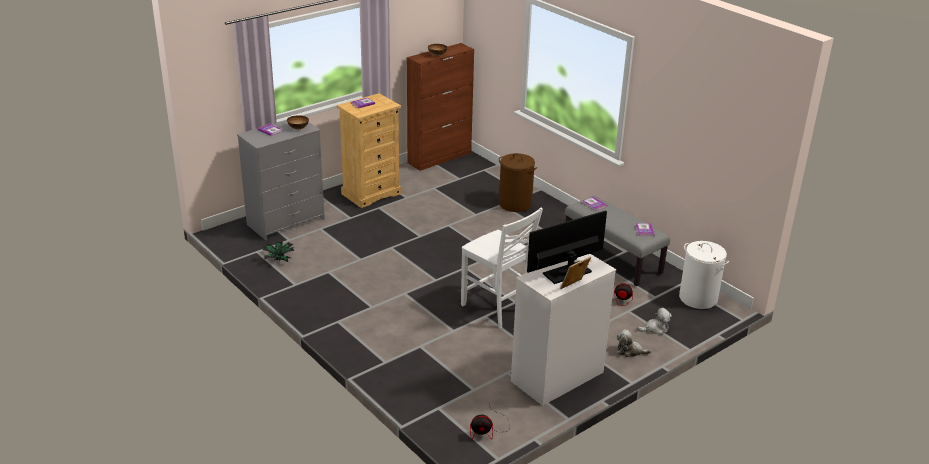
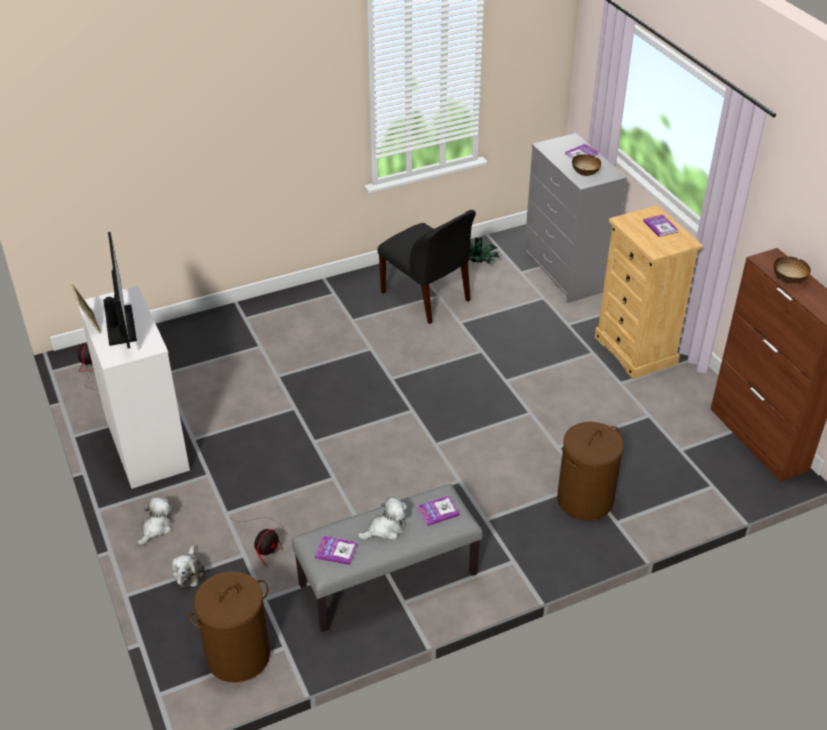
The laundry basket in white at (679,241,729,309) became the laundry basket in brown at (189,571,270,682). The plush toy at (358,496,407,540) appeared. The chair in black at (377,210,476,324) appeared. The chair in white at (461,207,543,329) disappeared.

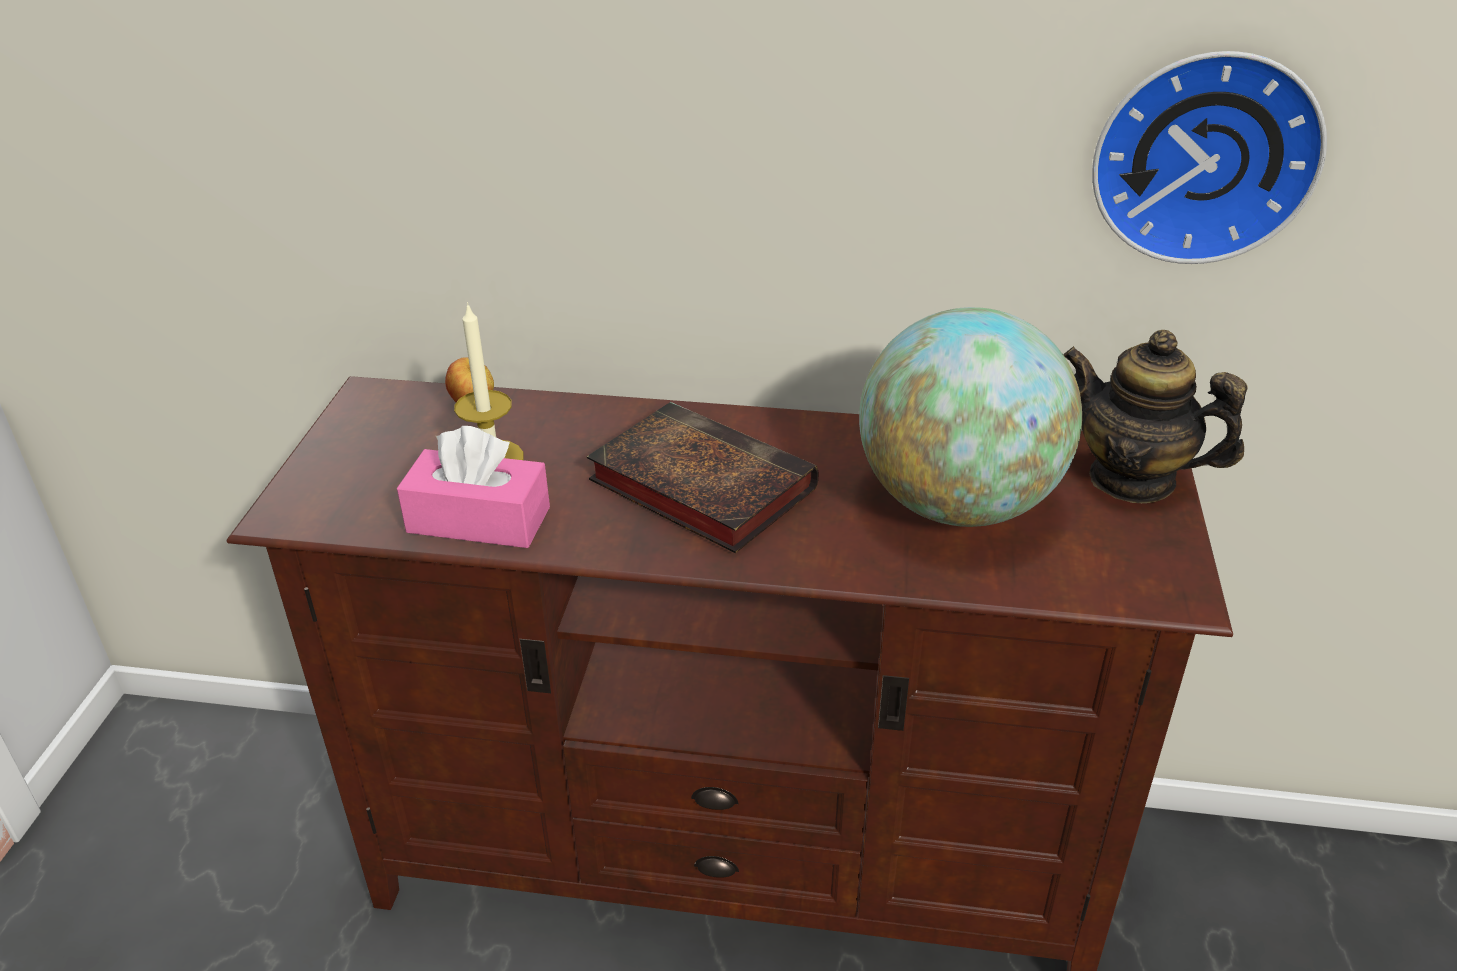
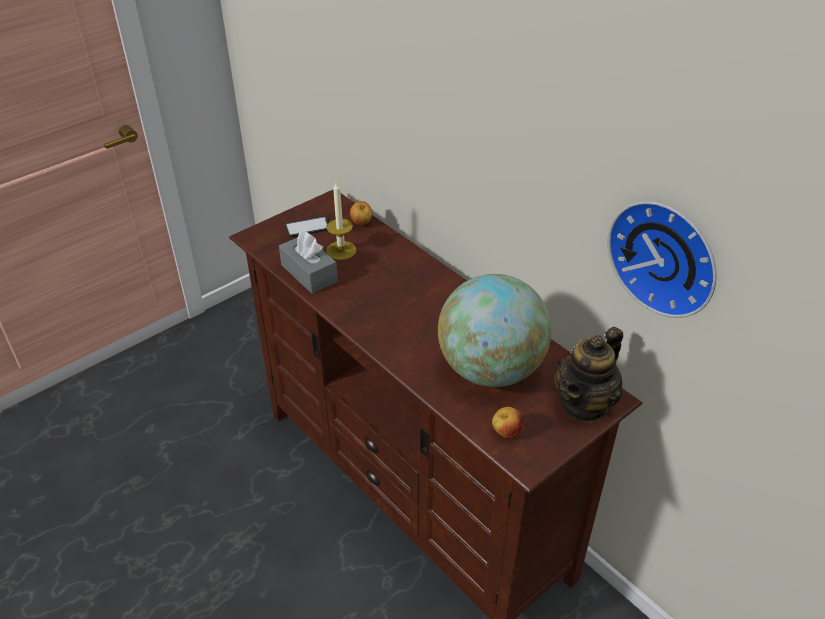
The tissue box in pink at (397,426,550,548) became the tissue box in grey at (279,231,338,294). The phone at (284,216,329,237) appeared. The apple at (492,407,523,438) appeared. The teapot at (1063,330,1248,503) turned 120 degrees counterclockwise. The book at (586,402,818,554) disappeared.

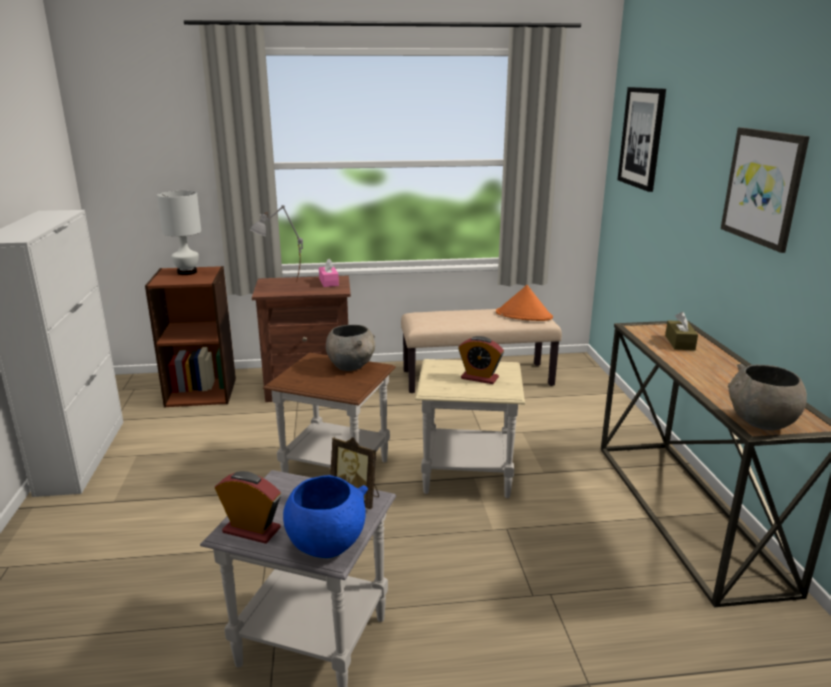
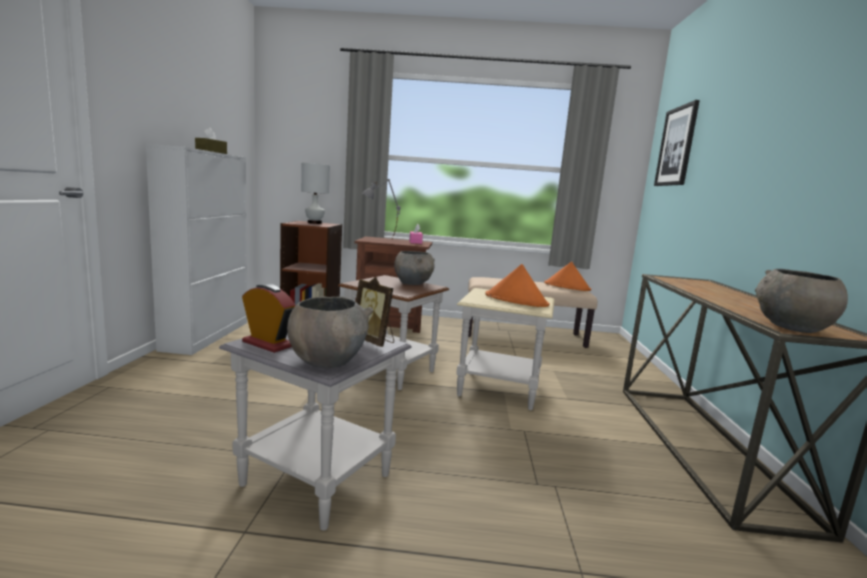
The tissue box in brown moved from (665,312,698,350) to (195,128,227,154). The bowl in blue at (283,475,368,558) became the bowl in grey at (287,297,373,368). The alarm clock at (458,336,504,384) was replaced by the hat in orange at (485,264,550,307). The picture at (721,127,810,253) disappeared.

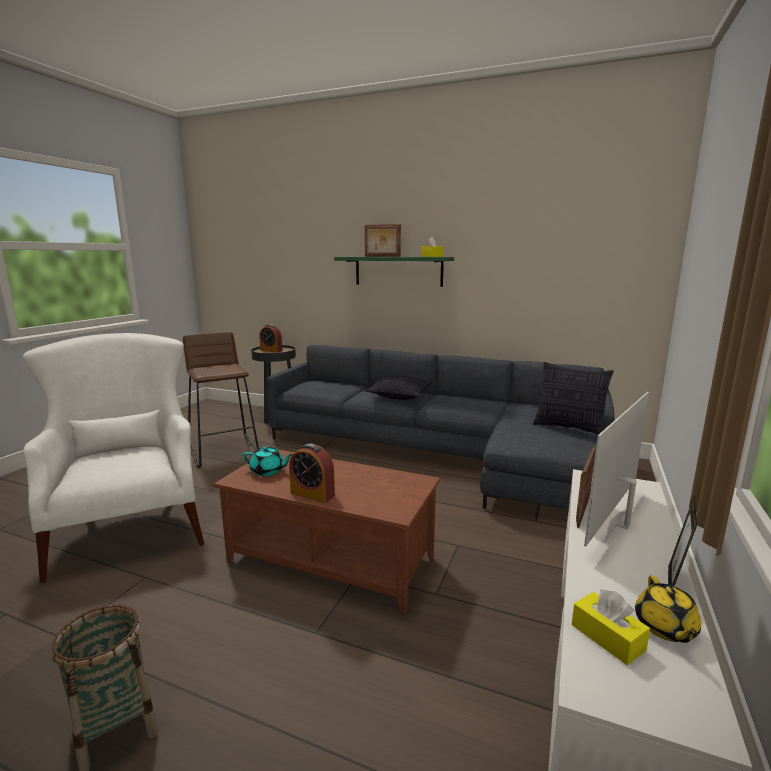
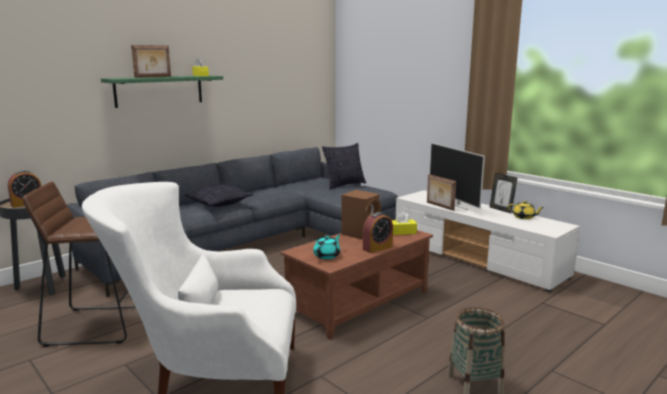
The speaker in brown at (341,190,381,240) appeared. The tissue box in yellow moved from (572,589,650,665) to (392,211,417,235).

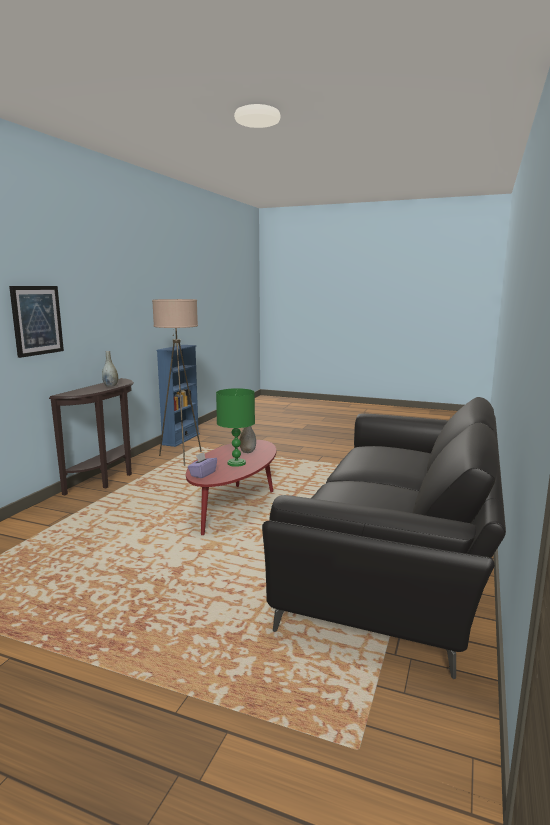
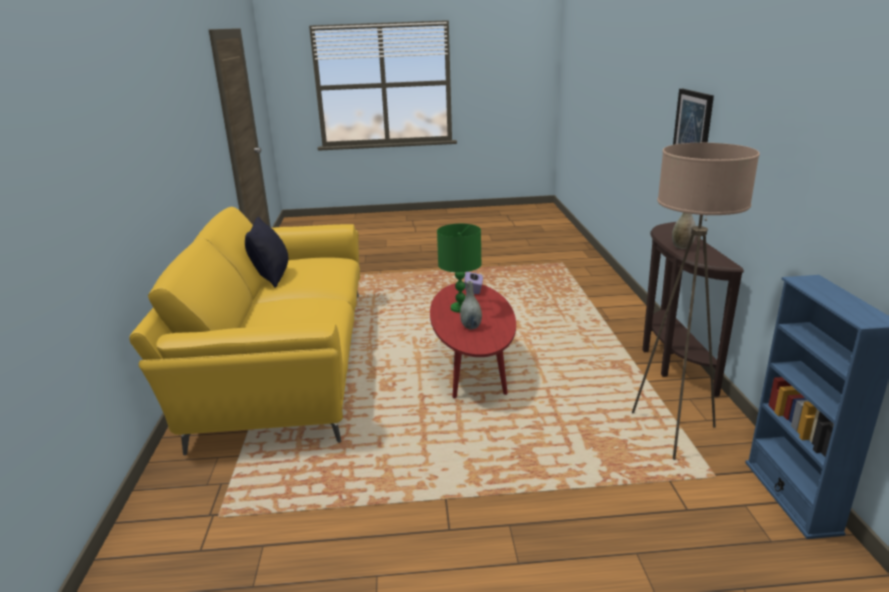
The sofa in black at (262,397,506,679) became the sofa in yellow at (129,207,360,456). The pillow in black at (245,217,288,288) appeared.

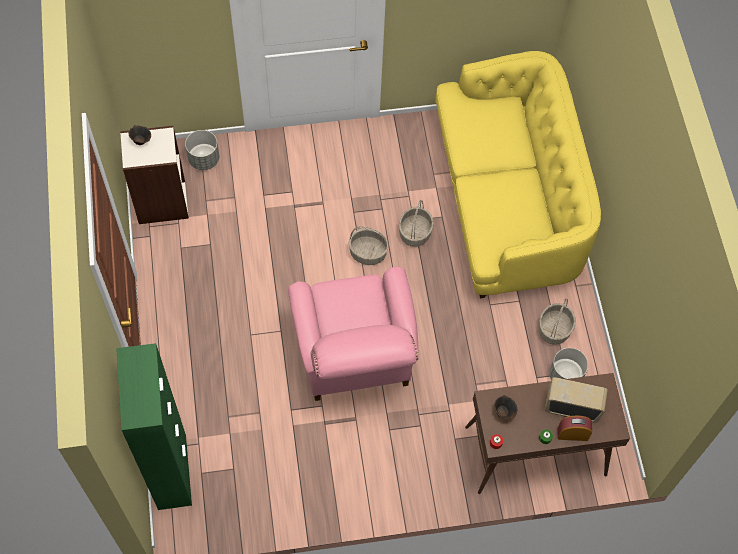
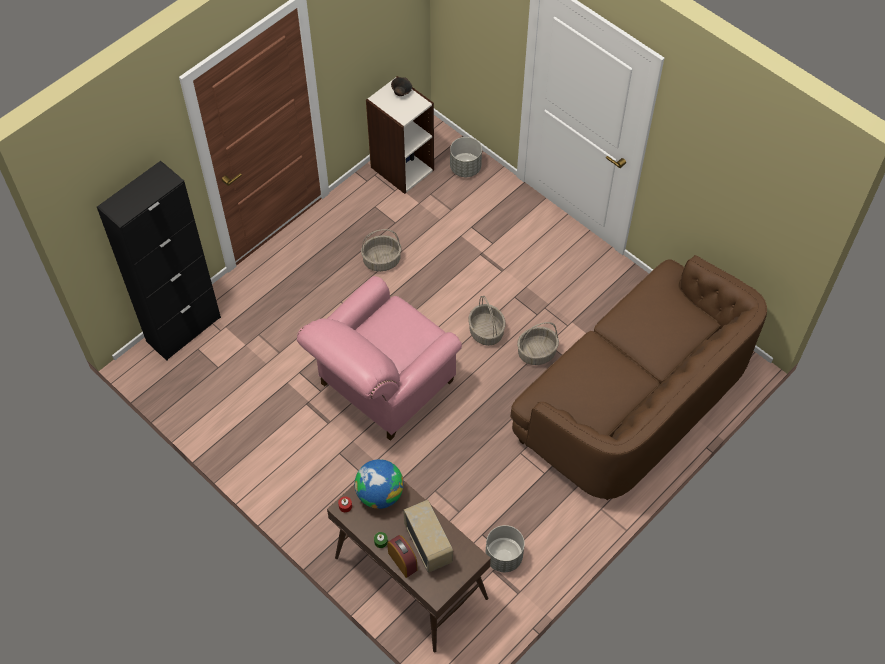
The cabinet in green at (116,343,192,510) became the cabinet in black at (97,161,221,361). The bowl in brown at (494,395,517,420) was replaced by the globe at (355,459,404,509). The basket moved from (539,298,576,345) to (361,229,401,272). The sofa in yellow at (435,51,601,298) became the sofa in brown at (510,255,767,501).

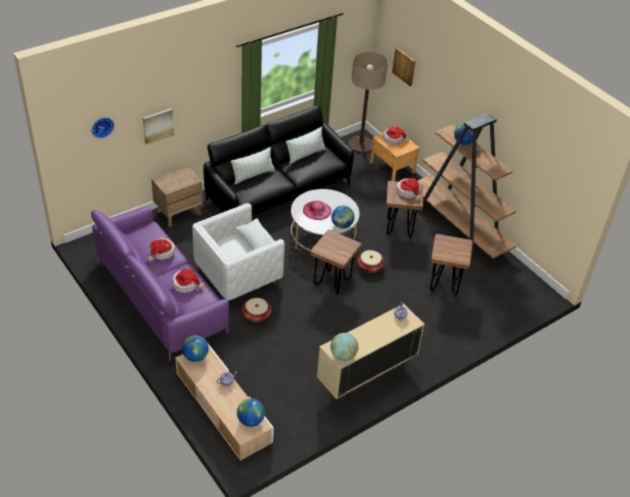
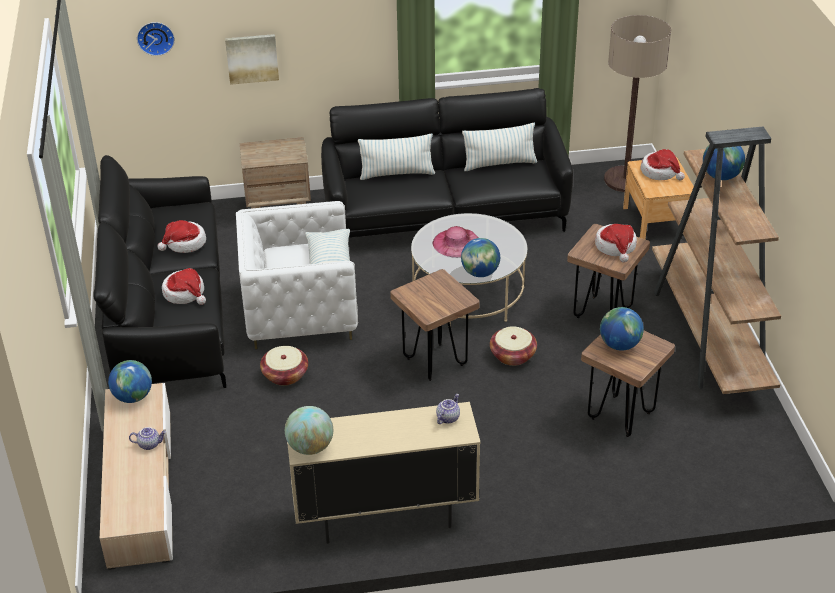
The sofa in purple at (91,207,229,361) became the sofa in black at (93,155,226,388). The globe moved from (237,398,265,427) to (600,307,644,351). The picture at (392,48,415,86) disappeared.

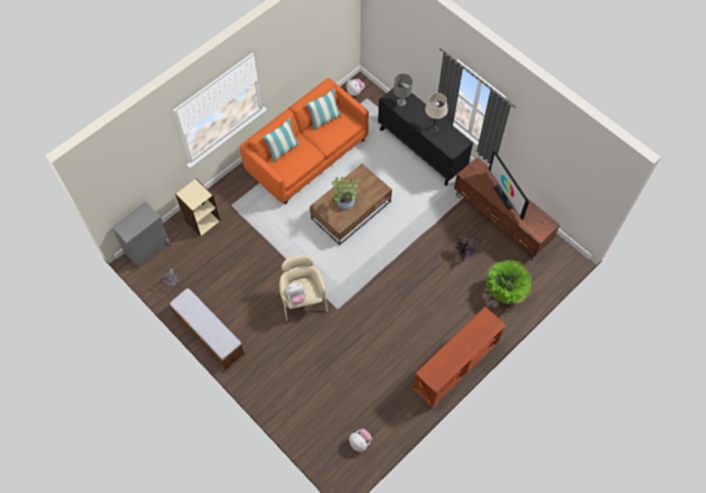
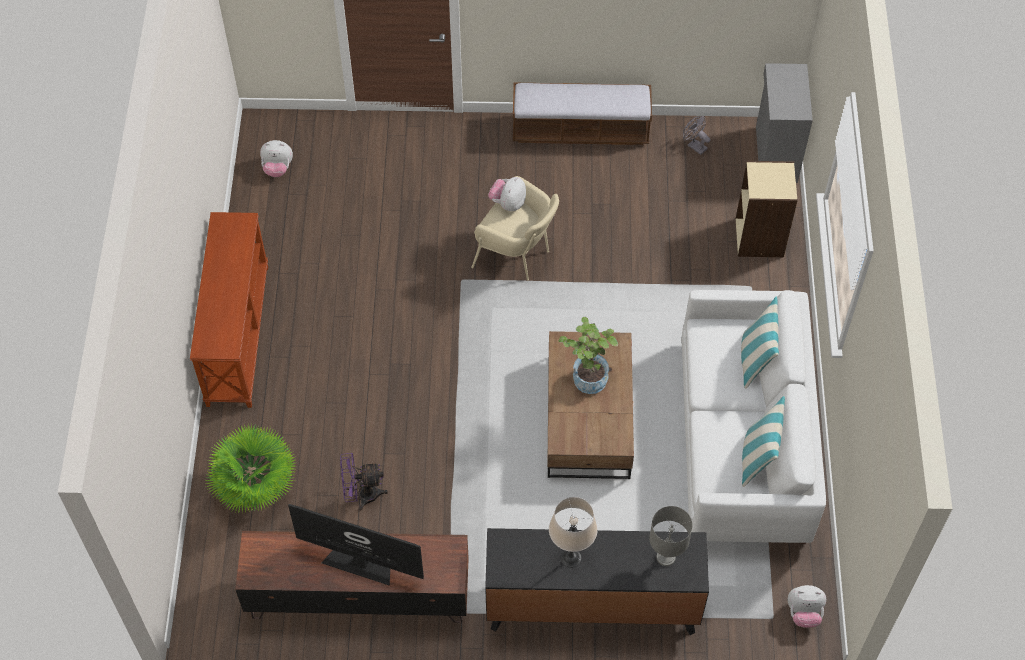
The sofa in orange at (240,78,369,204) became the sofa in white at (681,290,826,544).

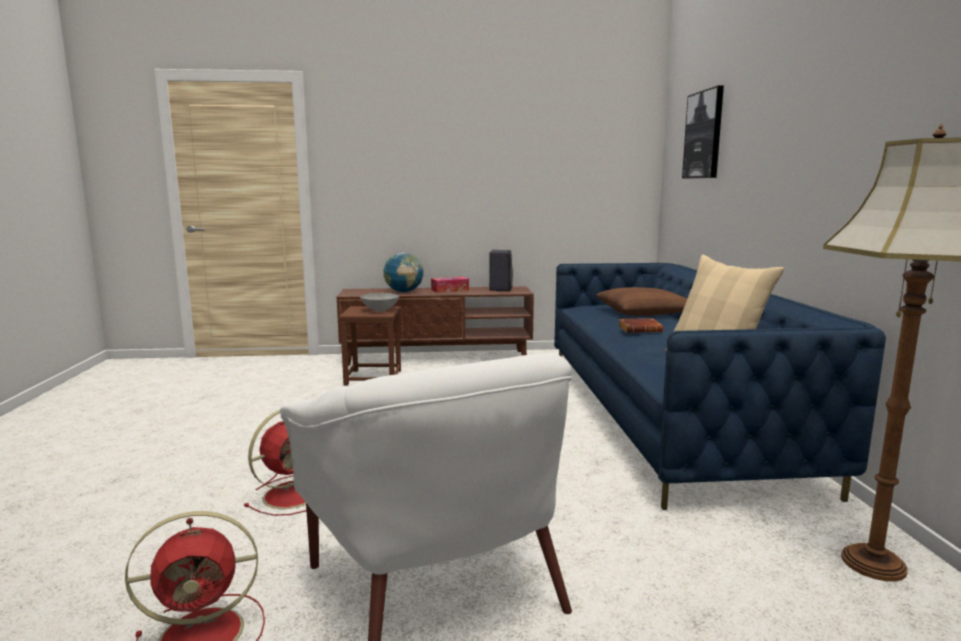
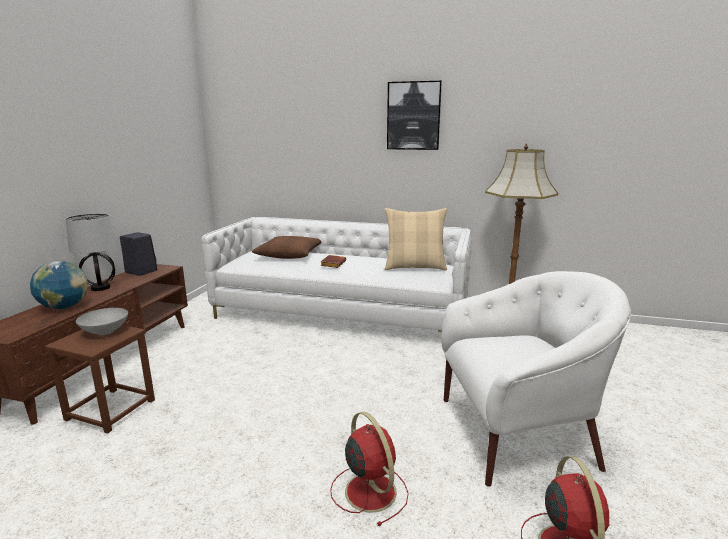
The tissue box at (431,276,469,293) was replaced by the table lamp at (66,214,117,291). The sofa in blue at (554,263,886,510) became the sofa in white at (201,217,472,332). The picture moved from (682,85,724,179) to (387,81,442,150).

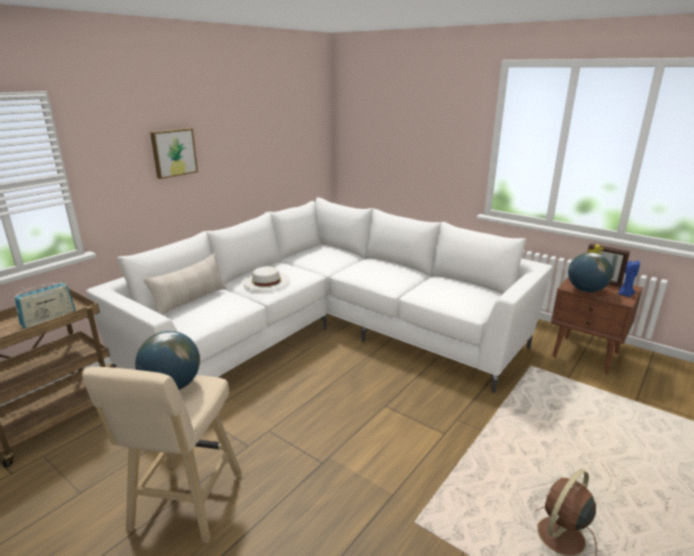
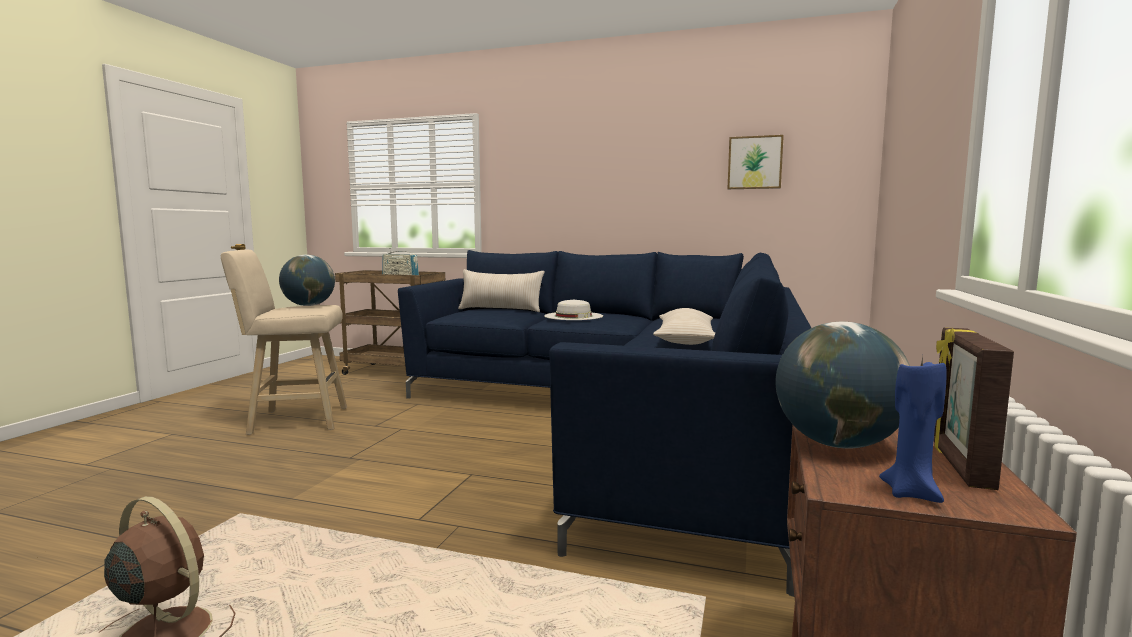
The sofa in white at (86,198,552,393) became the sofa in blue at (398,250,811,597). The pillow in beige at (653,308,715,345) appeared. The picture moved from (150,128,198,179) to (727,135,784,189).

